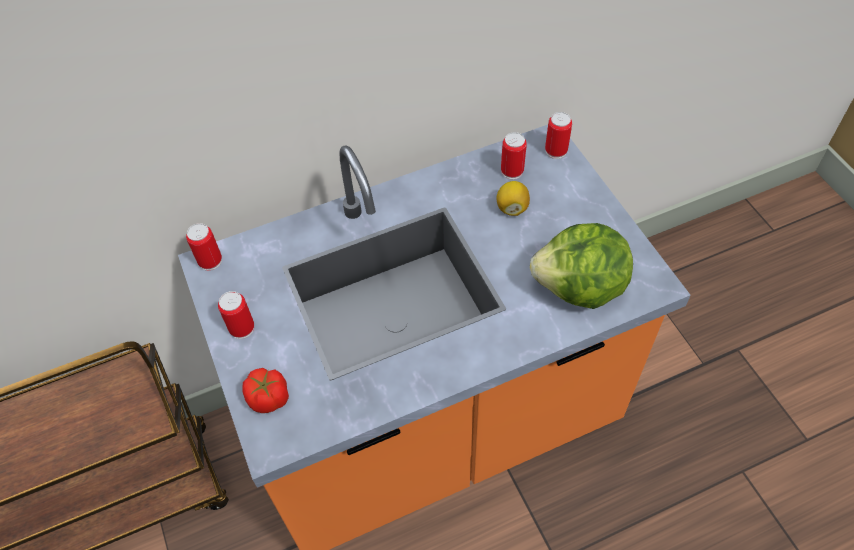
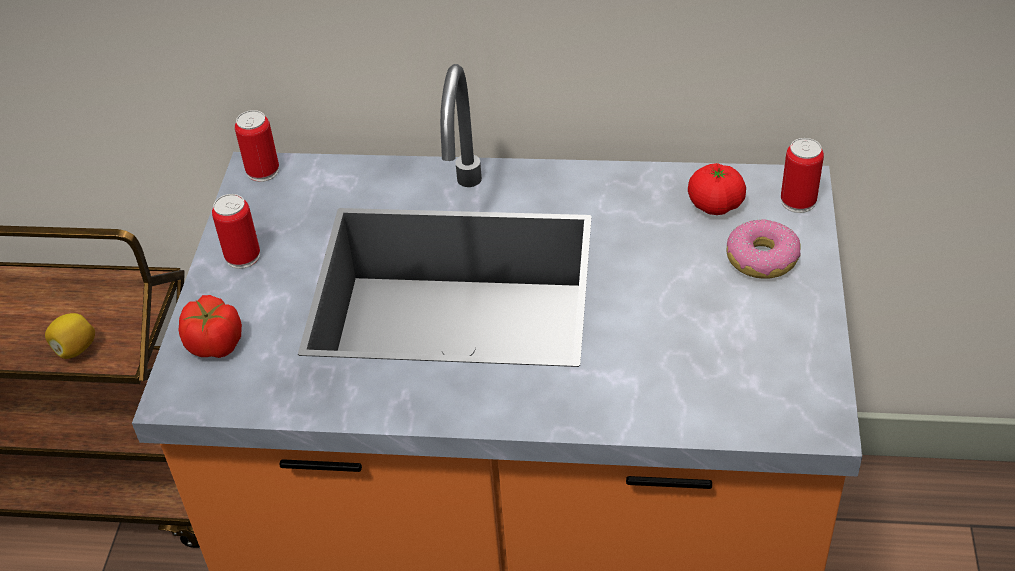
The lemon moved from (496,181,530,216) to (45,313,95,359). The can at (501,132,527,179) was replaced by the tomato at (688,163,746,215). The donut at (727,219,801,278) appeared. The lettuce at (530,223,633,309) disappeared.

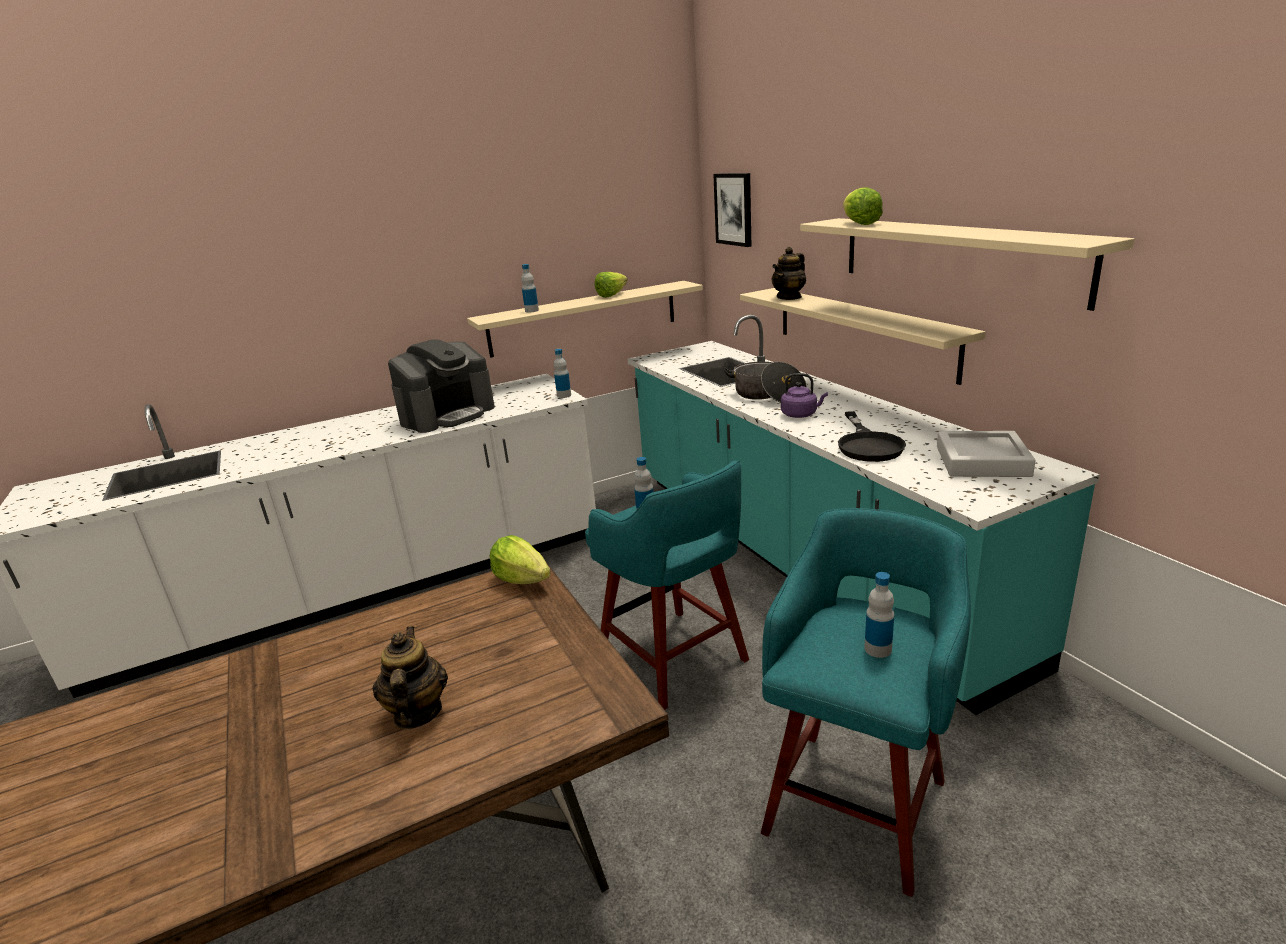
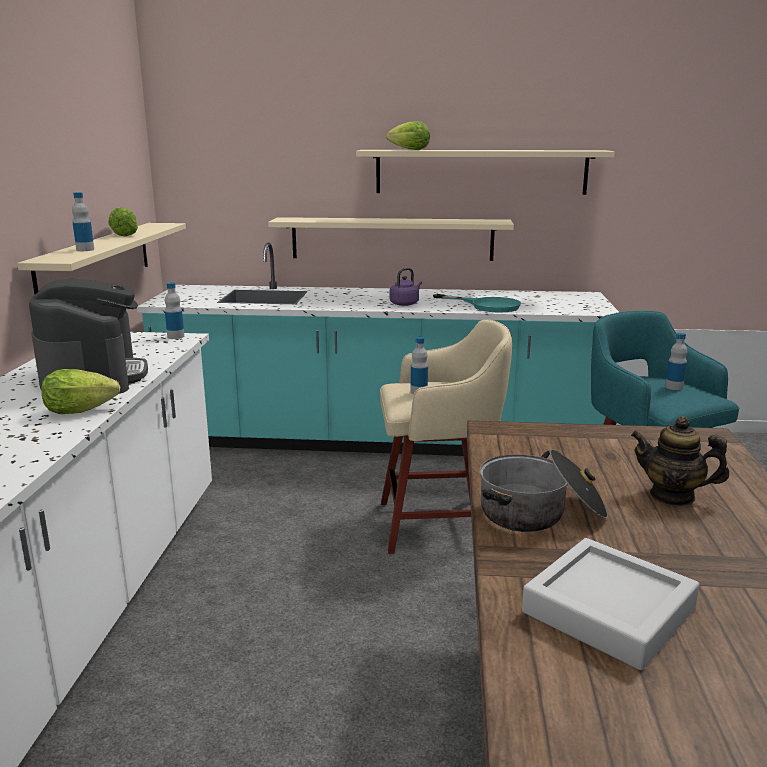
The lettuce moved from (490,535,550,584) to (41,369,120,414). The stool in turquoise at (585,460,749,710) became the stool in beige at (380,319,512,554). The frying pan in black at (838,411,906,462) became the frying pan in turquoise at (433,294,521,313). The cooking pot moved from (724,362,807,403) to (479,449,608,532). The tray in grey moved from (937,431,1036,477) to (522,538,699,670). The picture at (713,173,752,247) disappeared. The teapot at (772,247,806,300) disappeared.

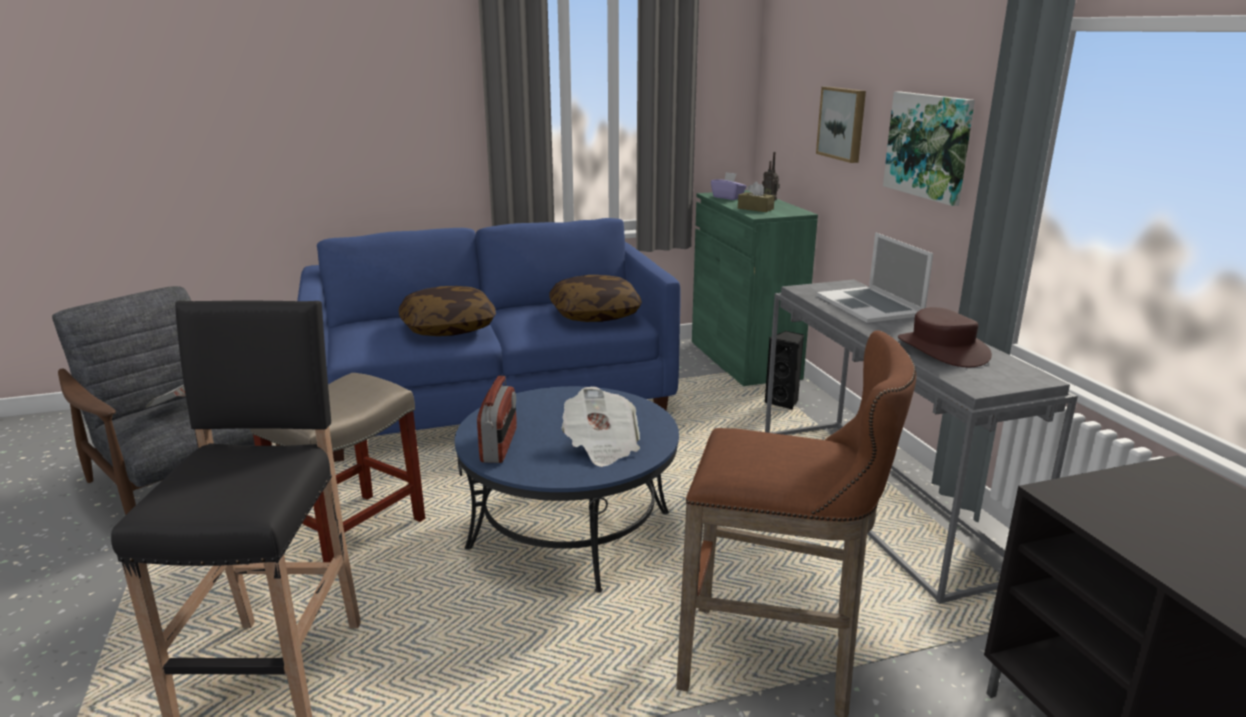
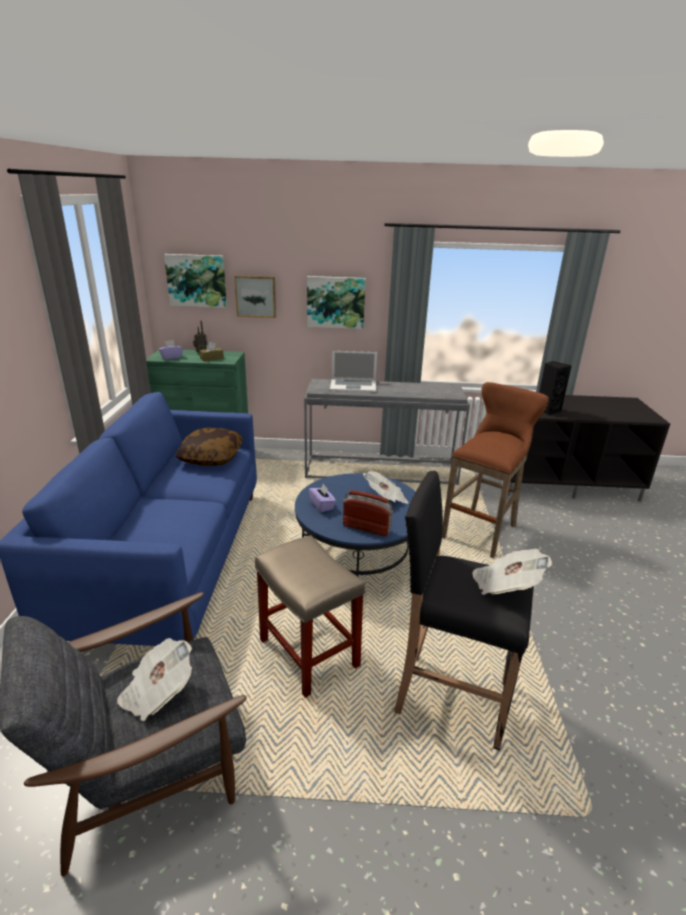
The picture at (164,254,227,308) appeared. The tissue box in purple at (309,484,336,512) appeared. The newspaper at (472,549,552,595) appeared. The speaker in black moved from (765,331,804,410) to (539,361,572,415). The pillow at (399,286,496,336) disappeared. The hat in brown at (898,307,992,367) disappeared.

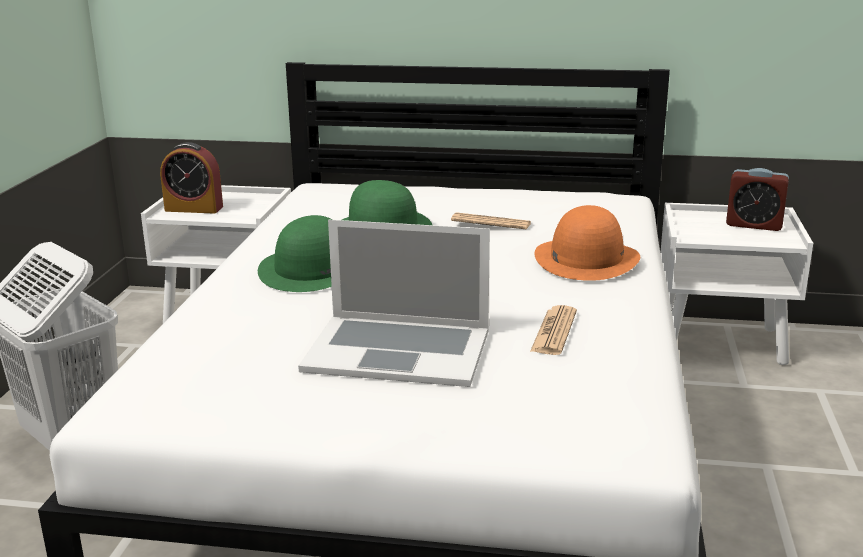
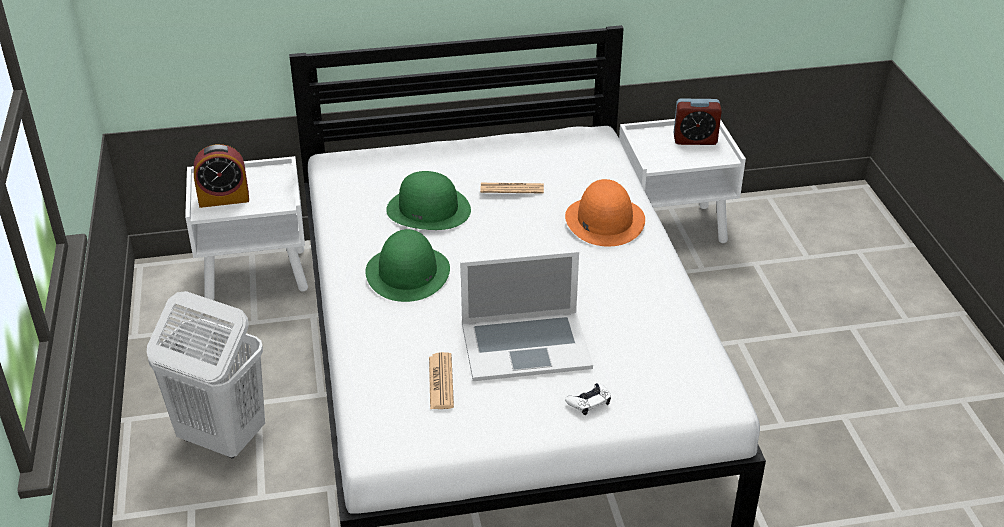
The newspaper moved from (530,305,577,355) to (429,352,454,409). The game controller in white at (565,383,611,415) appeared.

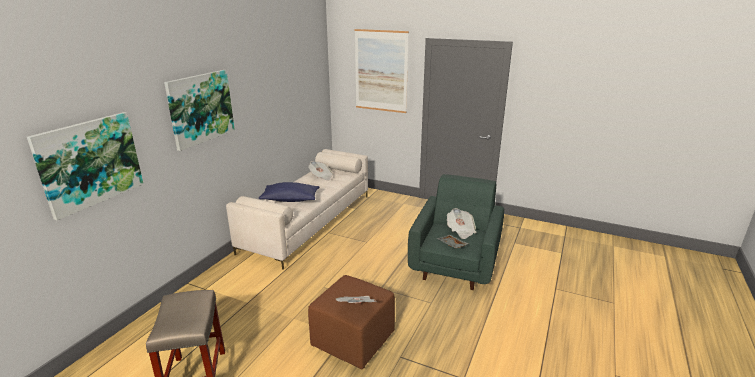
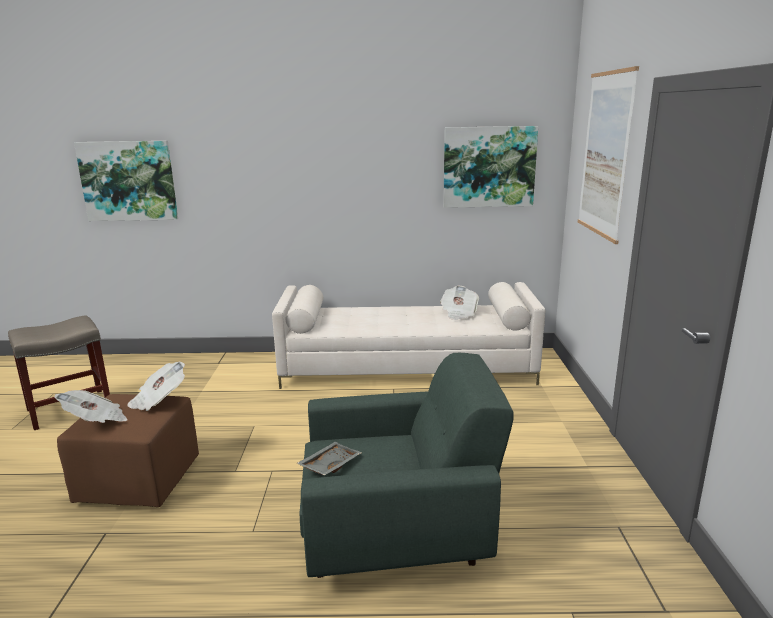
The newspaper moved from (447,208,476,239) to (127,362,185,411). The picture moved from (164,70,235,151) to (443,126,538,208). The pillow in blue at (259,182,319,202) disappeared.

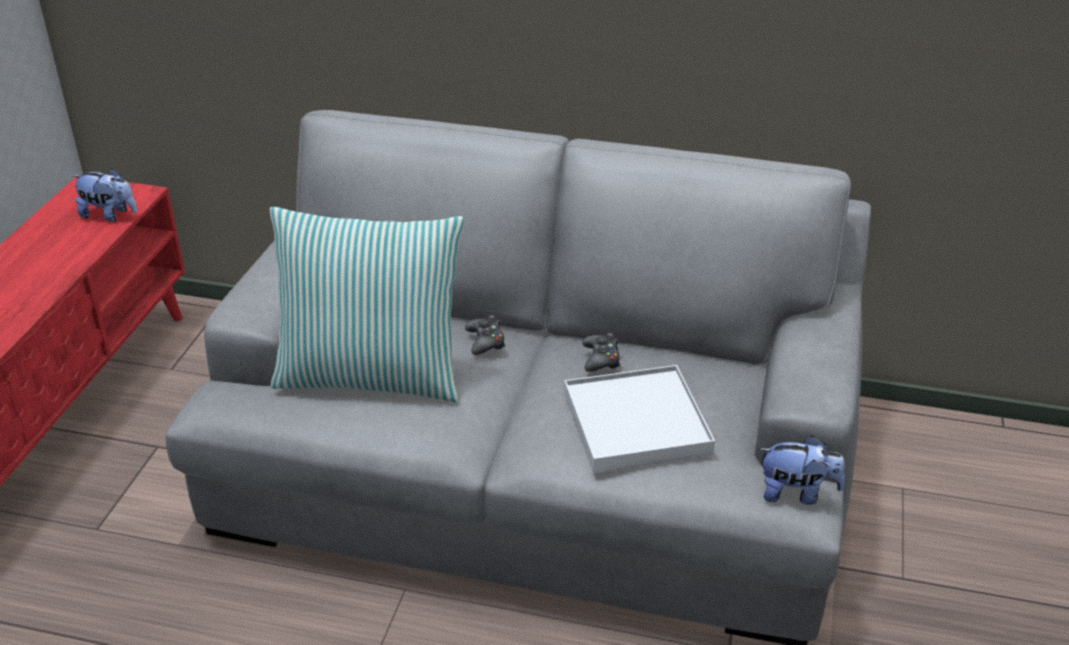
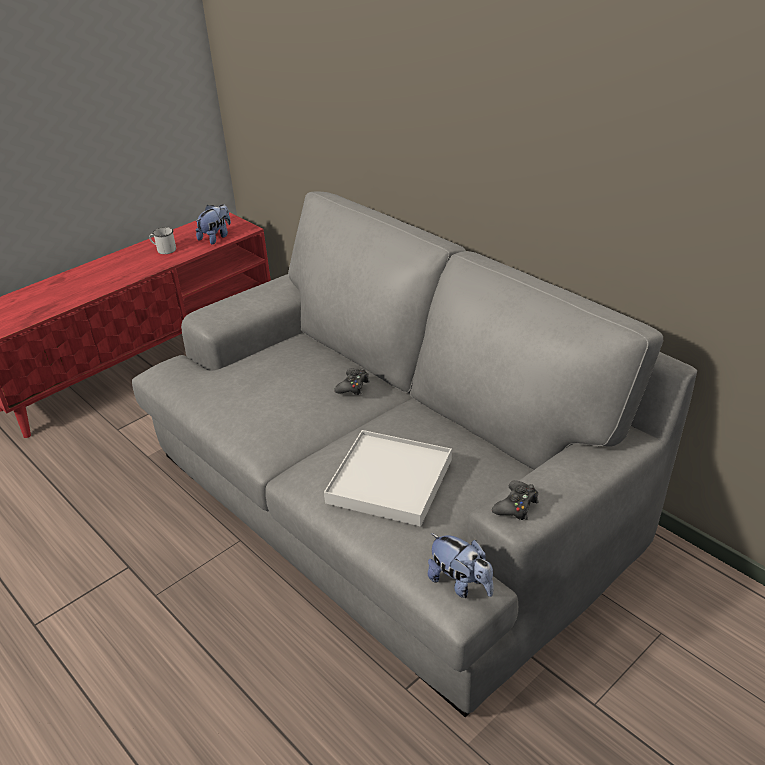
The mug in white at (149,227,176,254) appeared. The plush toy at (72,168,137,222) turned 105 degrees counterclockwise. The game controller in black moved from (582,333,620,372) to (492,480,539,520). The pillow at (270,207,464,403) disappeared.

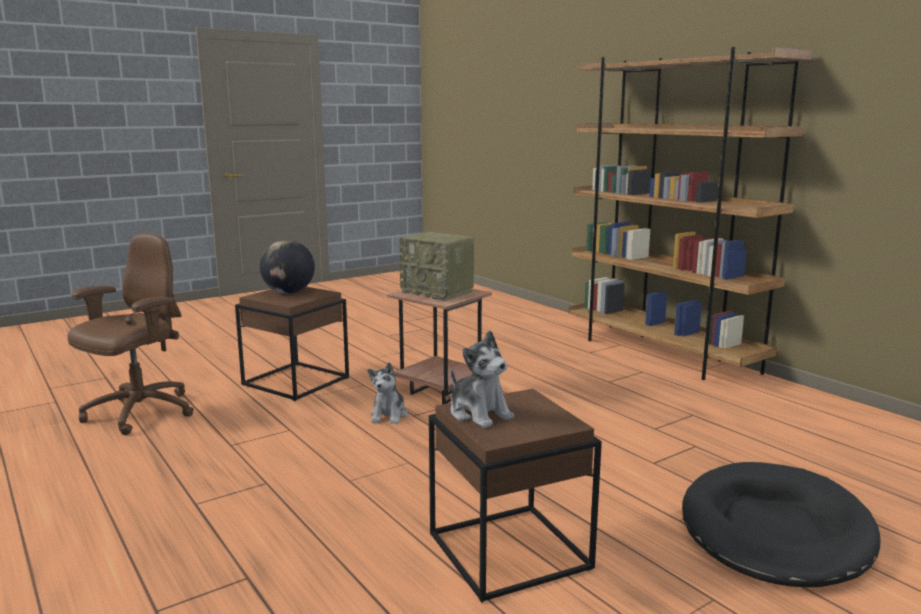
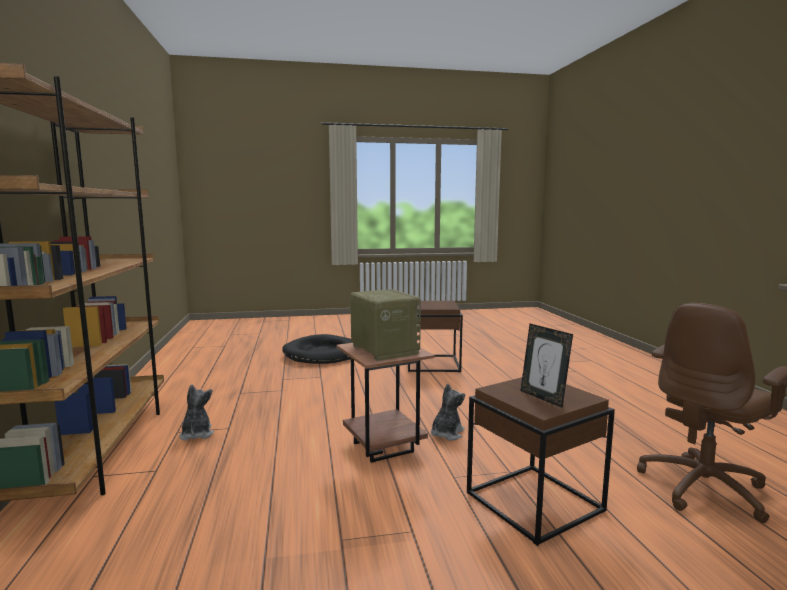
The plush toy moved from (451,331,514,428) to (180,384,214,441). The globe at (260,240,315,294) was replaced by the picture frame at (520,324,573,408).

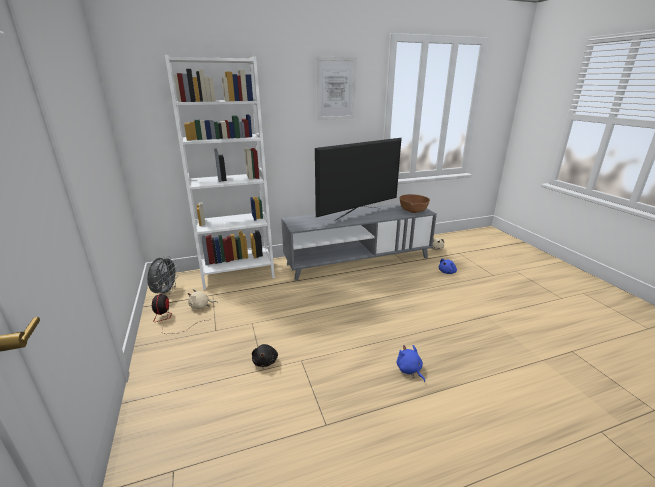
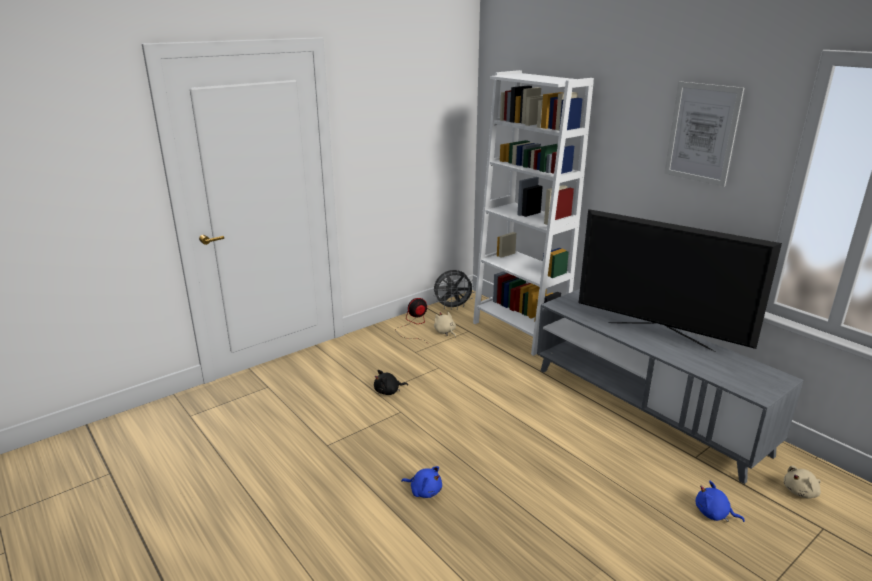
The plush toy in blue at (397,345,425,382) turned 75 degrees clockwise. The bowl in brown at (399,194,430,213) disappeared.

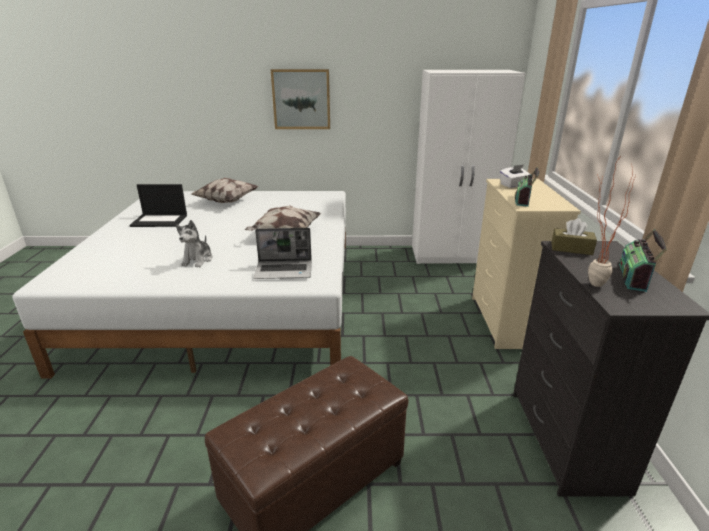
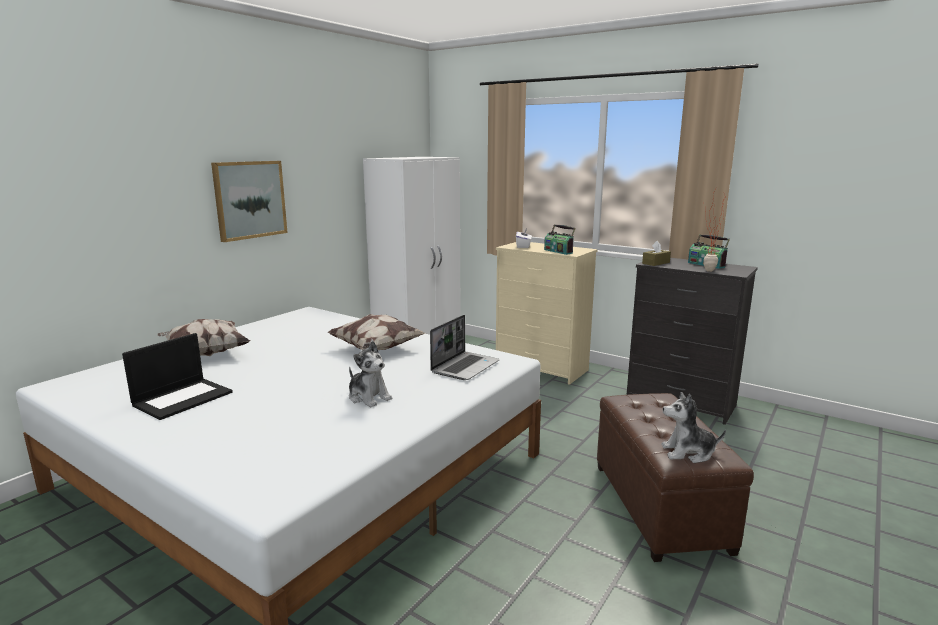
The plush toy at (661,392,726,463) appeared.

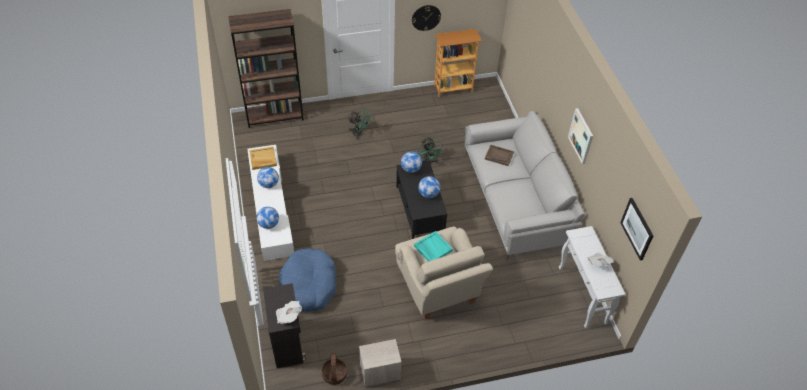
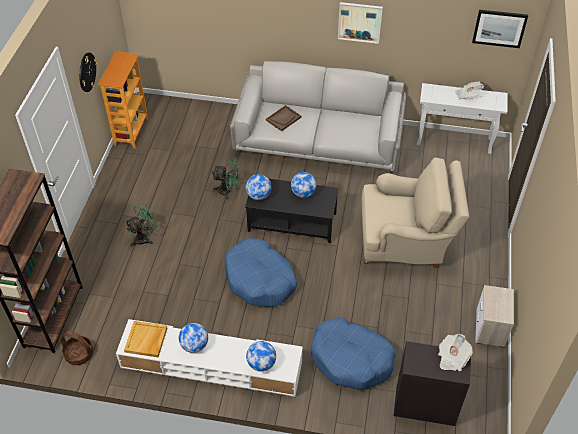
The basket moved from (321,353,347,385) to (61,331,93,365). The dog bed in blue at (224,238,297,307) appeared. The tray in turquoise at (414,231,453,262) disappeared.

